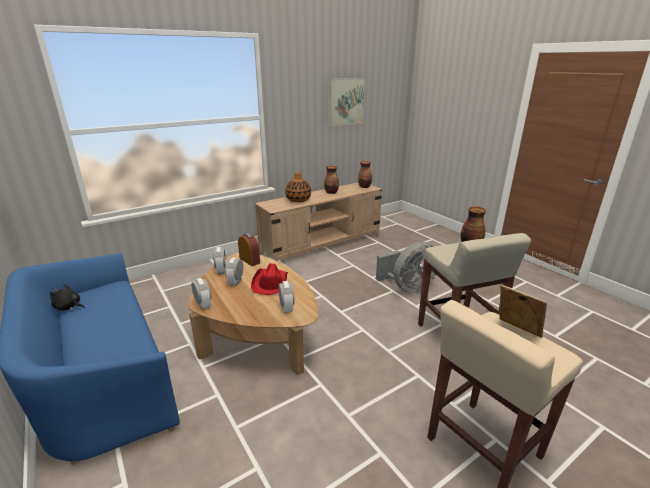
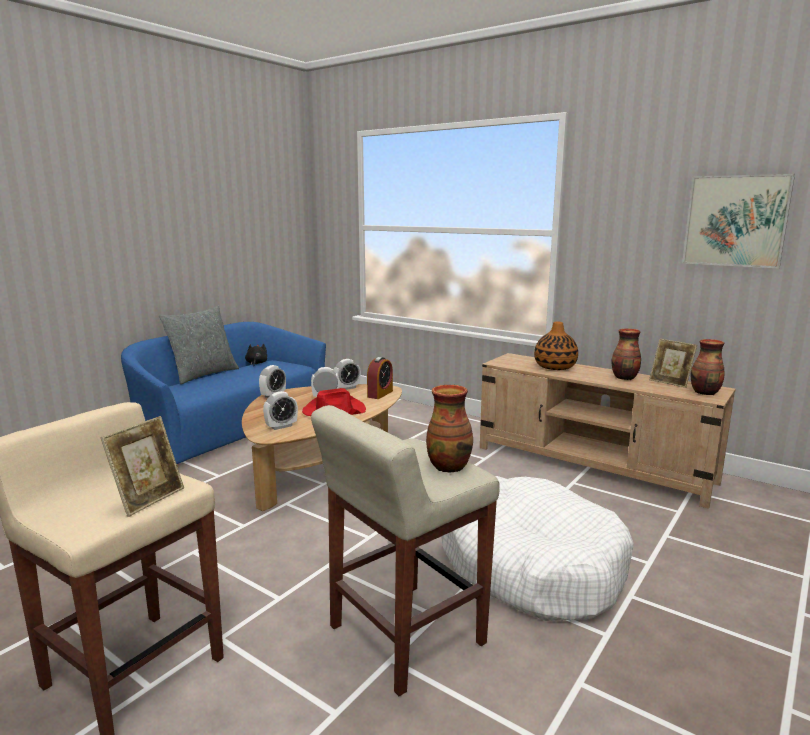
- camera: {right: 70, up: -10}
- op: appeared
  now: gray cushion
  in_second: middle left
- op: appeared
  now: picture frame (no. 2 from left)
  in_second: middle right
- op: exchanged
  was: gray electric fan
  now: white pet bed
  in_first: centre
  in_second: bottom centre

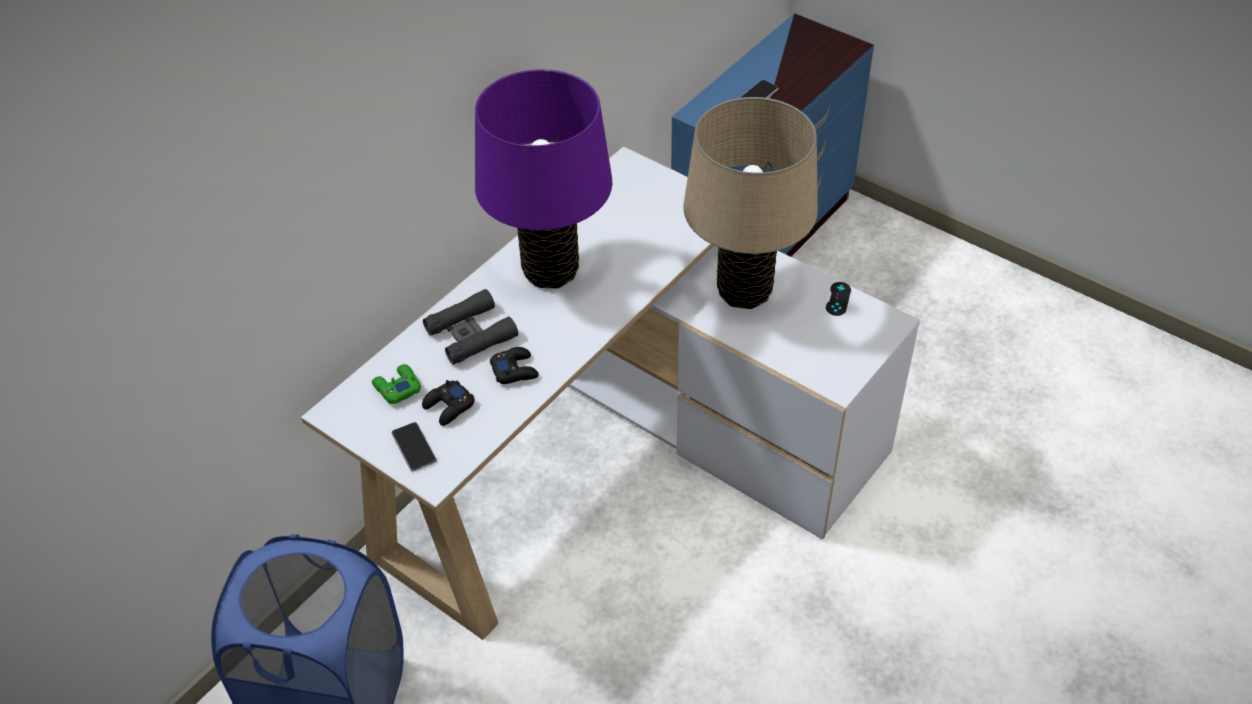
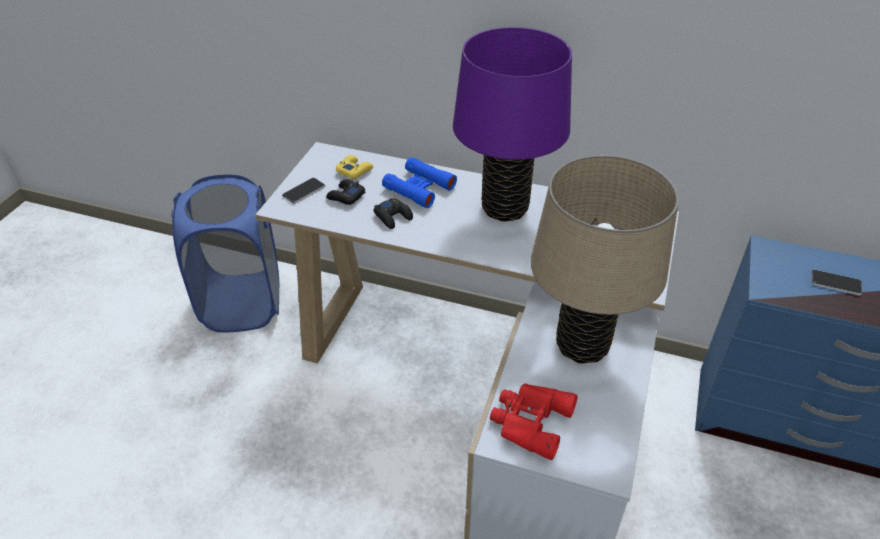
- camera: {right: 70, up: -5}
- op: missing
  was: black-coloured gamepad (no. 3 from left)
  in_first: middle right
- op: appeared
  now: red field glasses
  in_second: bottom centre
- op: colour
  was: greenish gamepad
  now: yellowish gamepad
  in_first: middle left
  in_second: top centre
- op: colour
  was: black-coloured field glasses
  now: blue-coloured field glasses
  in_first: centre
  in_second: centre

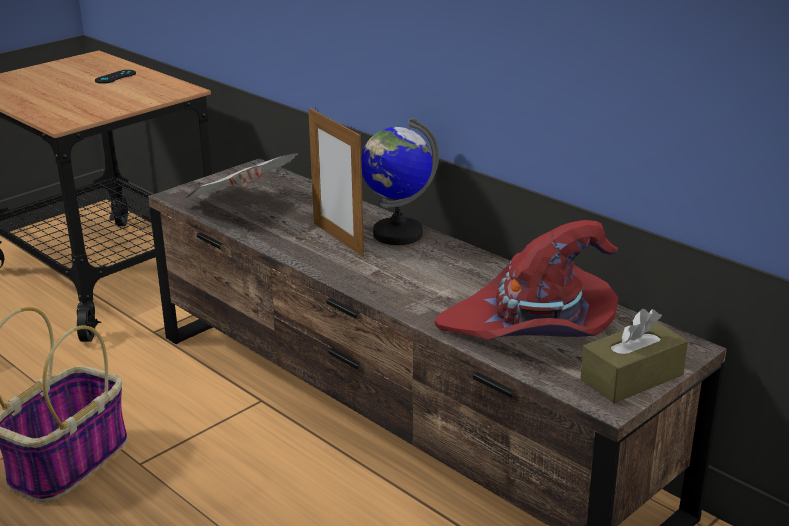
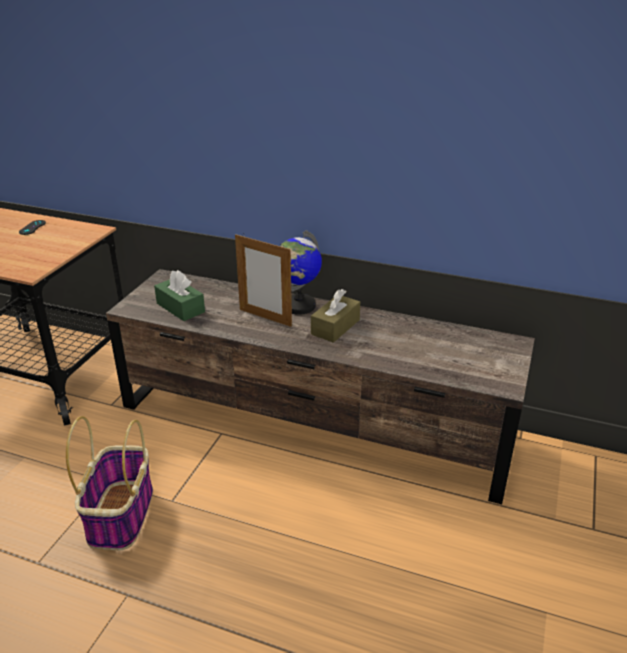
- camera: {right: -25, up: 5}
- op: missing
  was: red hat
  in_first: middle right
- op: relocated
  was: brown-coloured tissue box
  in_first: bottom right
  in_second: centre
- op: exchanged
  was: daily paper
  now: greenish tissue box
  in_first: middle left
  in_second: middle left

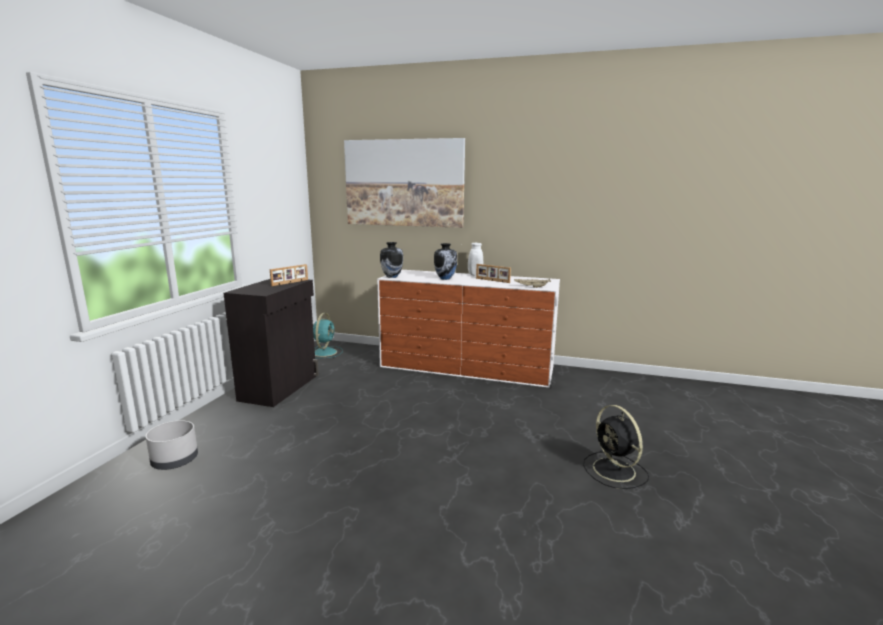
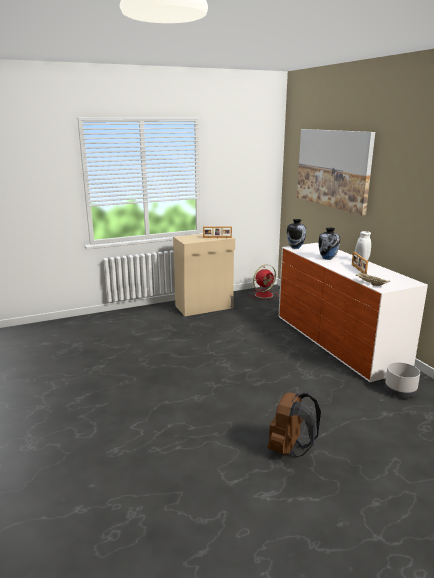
- camera: {right: 50, up: 5}
- op: relocated
  was: gray planter
  in_first: bottom left
  in_second: middle right
- op: exchanged
  was: black-coloured electric fan
  now: brown-coloured knapsack
  in_first: bottom right
  in_second: bottom right
- op: colour
  was: black-coloured storage cabinet
  now: sand-coloured storage cabinet
  in_first: middle left
  in_second: centre
- op: colour
  was: turquoise electric fan
  now: red electric fan
  in_first: centre
  in_second: centre

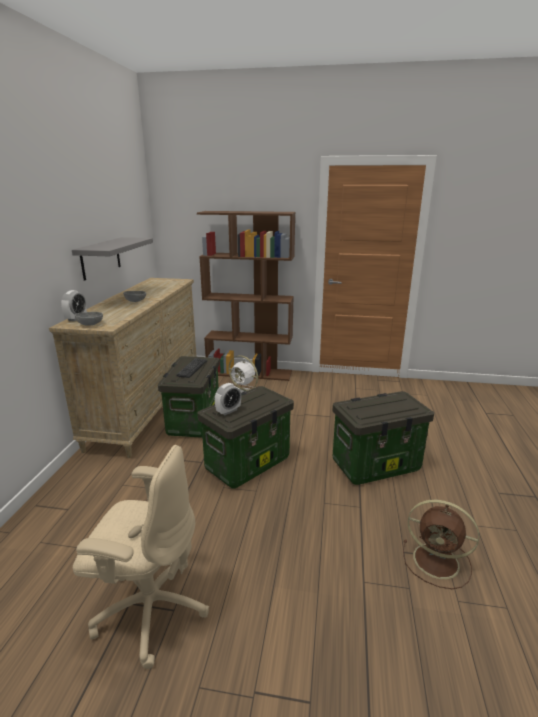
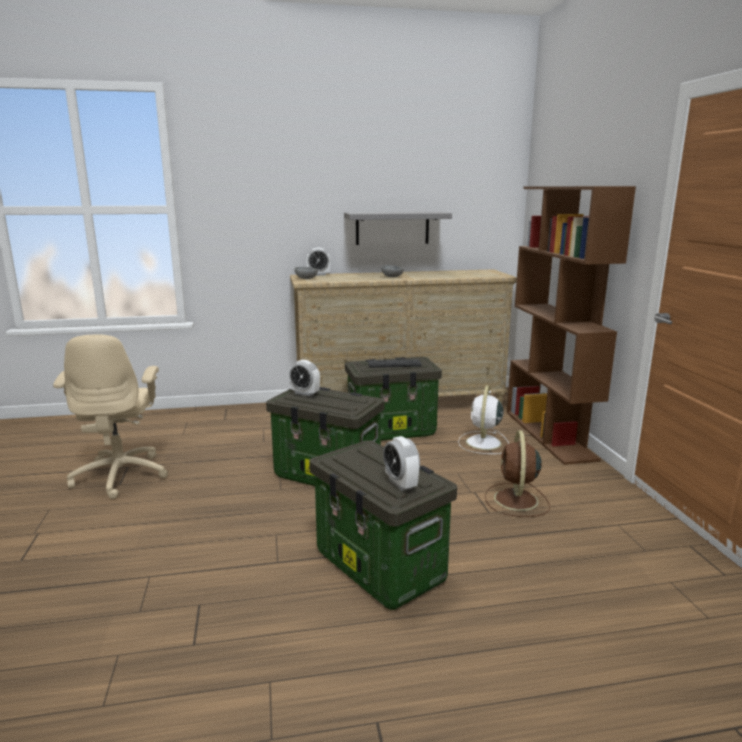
- camera: {right: 70, up: -5}
- op: appeared
  now: bedside clock (no. 3 from left)
  in_second: centre
- op: relocated
  was: brown-coloured electric fan
  in_first: bottom right
  in_second: middle right

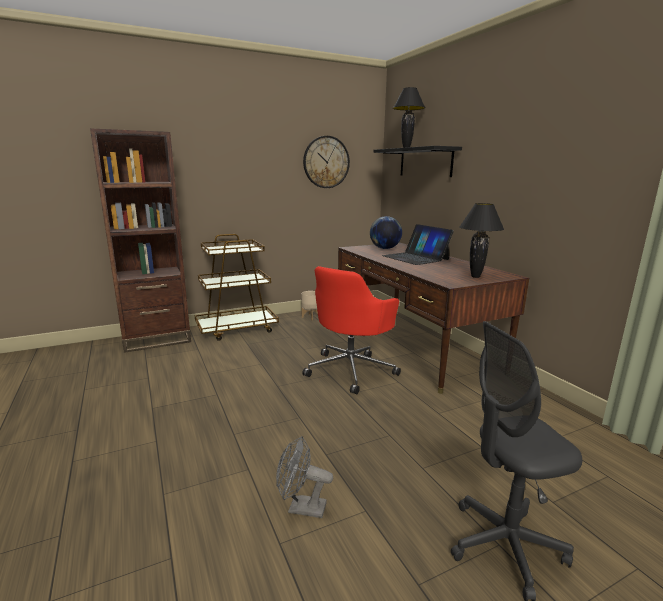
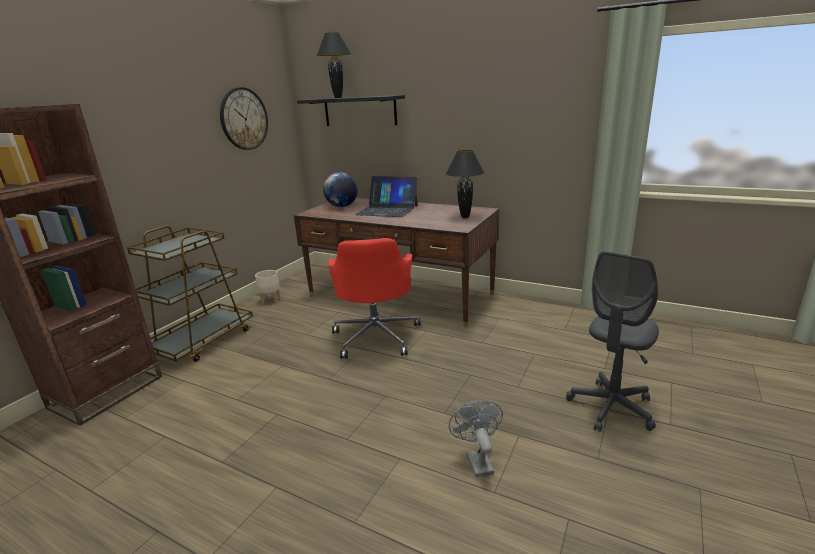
- camera: {right: -35, up: 5}
- op: spun
  was: gray electric fan
  in_first: bottom centre
  in_second: bottom centre
  clockwise: 105

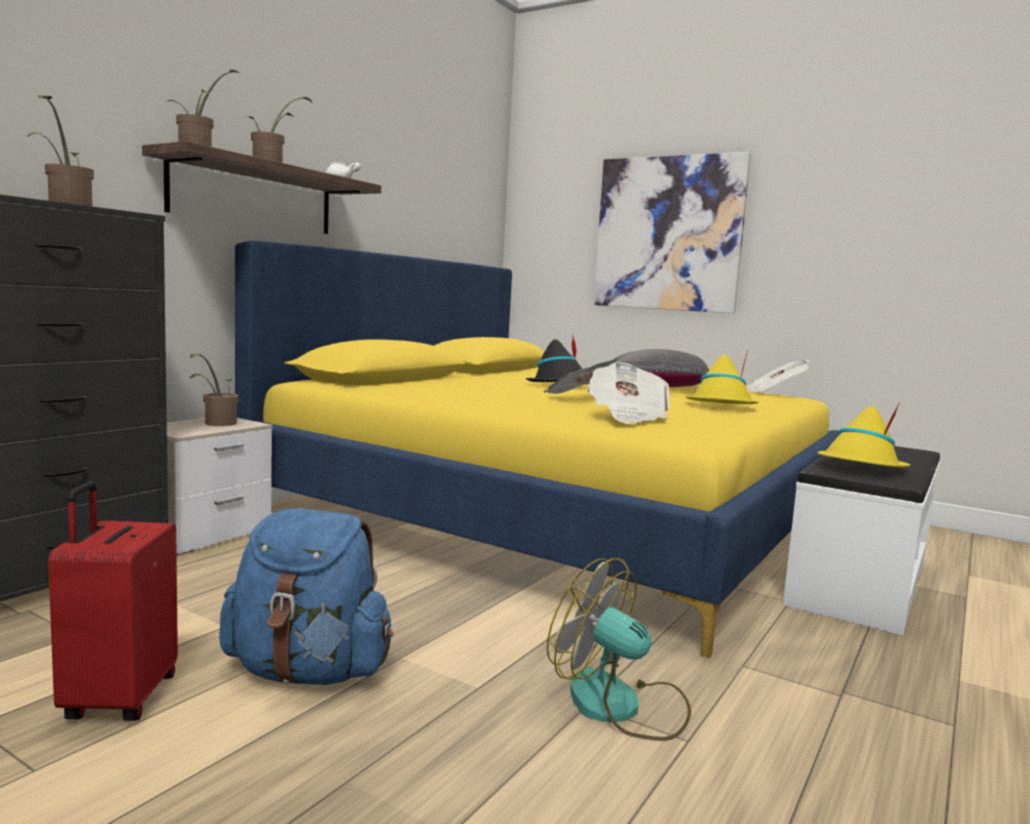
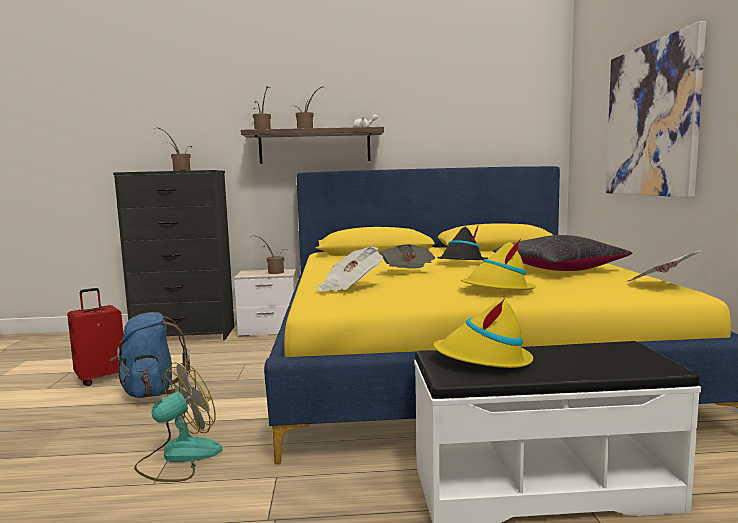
- camera: {right: 55, up: 0}
- op: spun
  was: electric fan
  in_first: bottom centre
  in_second: bottom left
  clockwise: 45

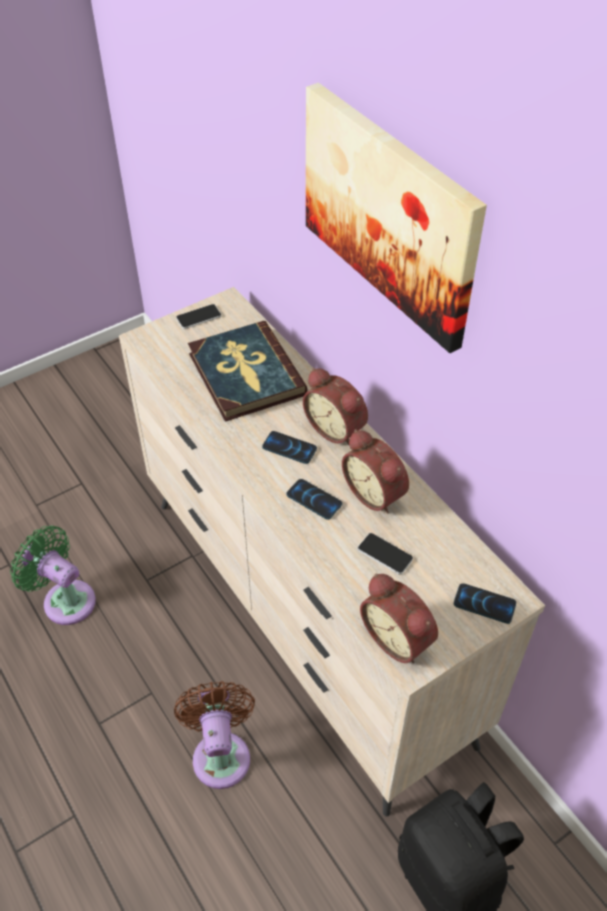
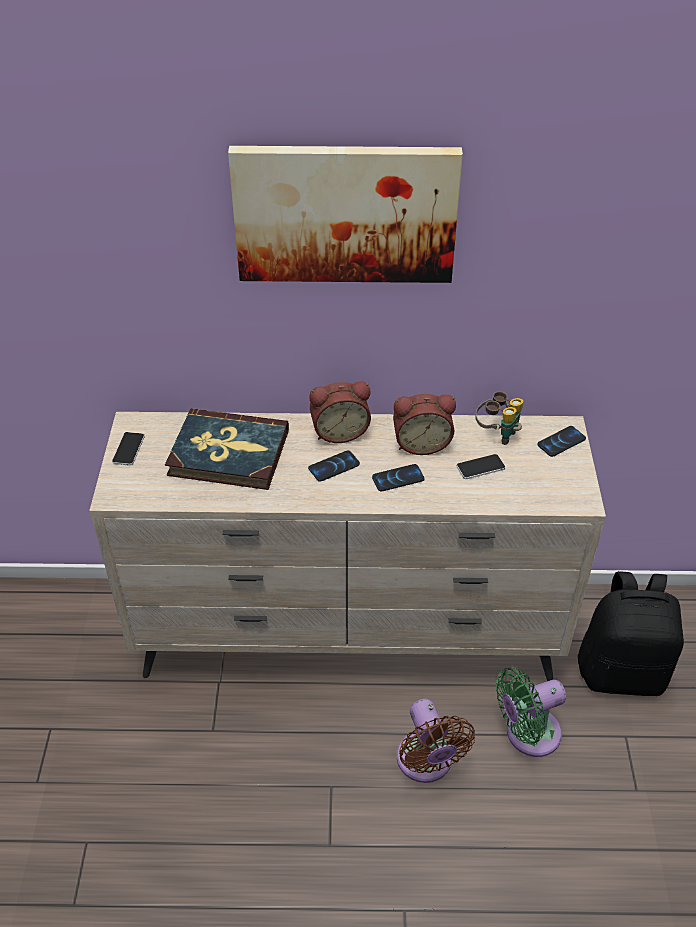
- camera: {right: -55, up: -5}
- op: missing
  was: bedside clock (no. 3 from left)
  in_first: bottom centre
- op: appeared
  now: field glasses
  in_second: middle right
- op: relocated
  was: greenish electric fan
  in_first: middle left
  in_second: bottom right
- op: spun
  was: brown-coloured electric fan
  in_first: bottom centre
  in_second: bottom centre
  clockwise: -135

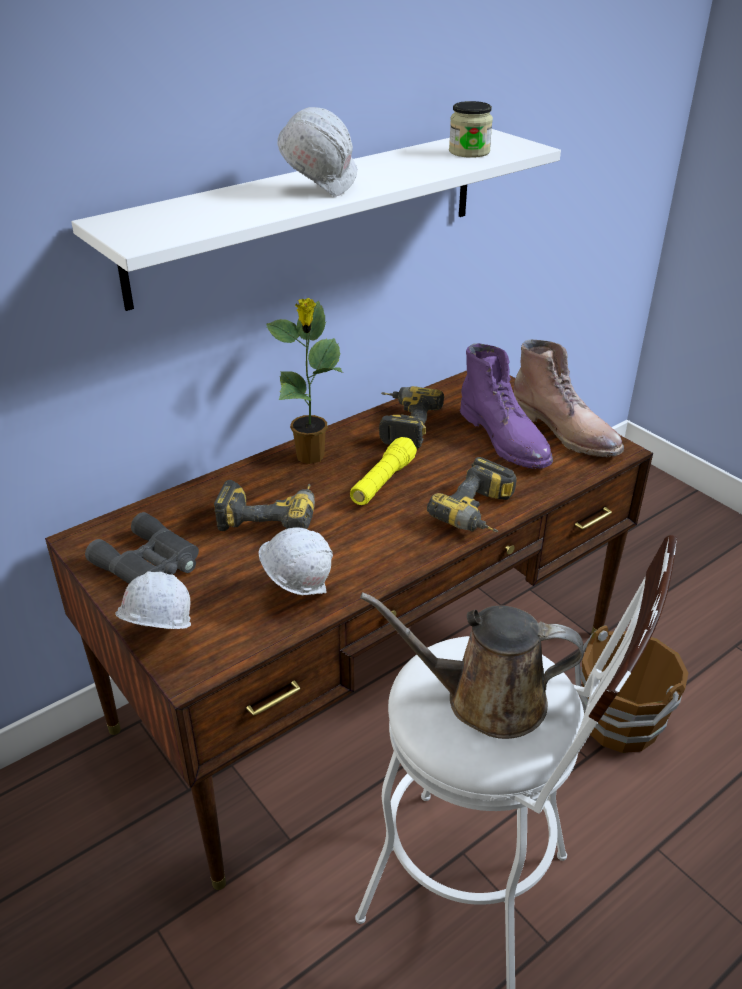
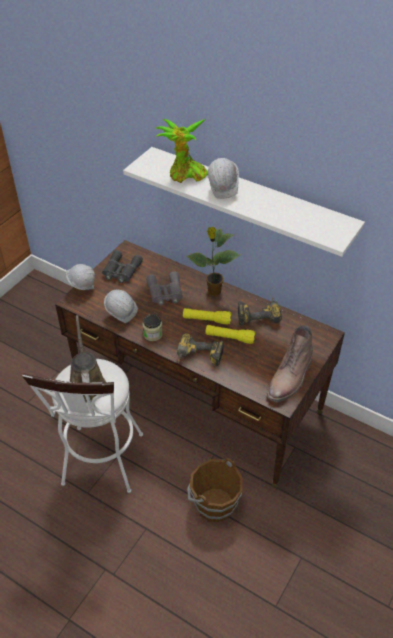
- camera: {right: 70, up: 10}
- op: missing
  was: purple-coloured high-top boot
  in_first: middle right
- op: appeared
  now: plant in a pot (no. 1 from left)
  in_second: top centre
- op: appeared
  now: yellowish hand torch (no. 2 from left)
  in_second: centre
- op: relocated
  was: jar
  in_first: top centre
  in_second: centre
- op: exchanged
  was: power drill (no. 1 from left)
  now: gray field glasses (no. 2 from left)
  in_first: centre
  in_second: centre

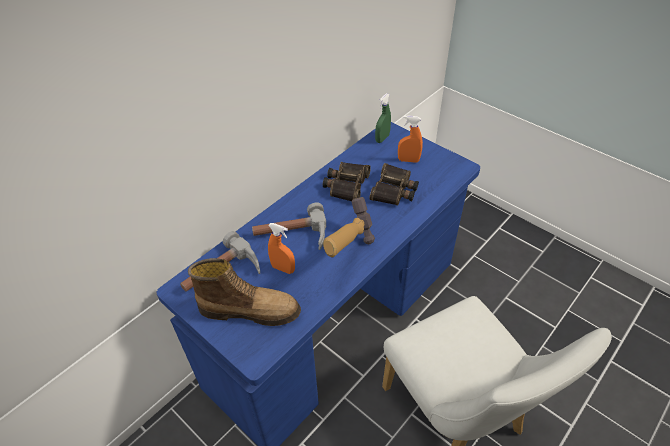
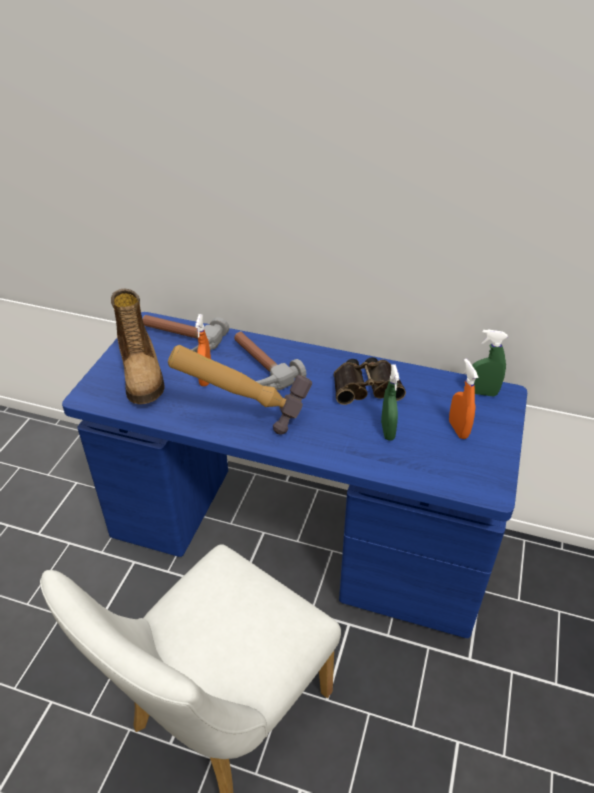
- camera: {right: 65, up: -5}
- op: exchanged
  was: field glasses (no. 2 from left)
  now: greenish hand sprayer (no. 1 from left)
  in_first: centre
  in_second: centre

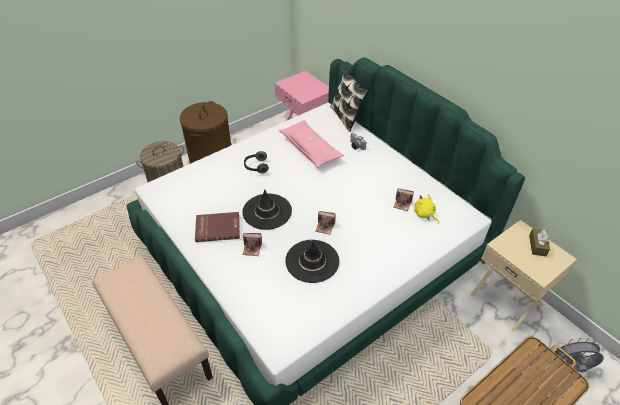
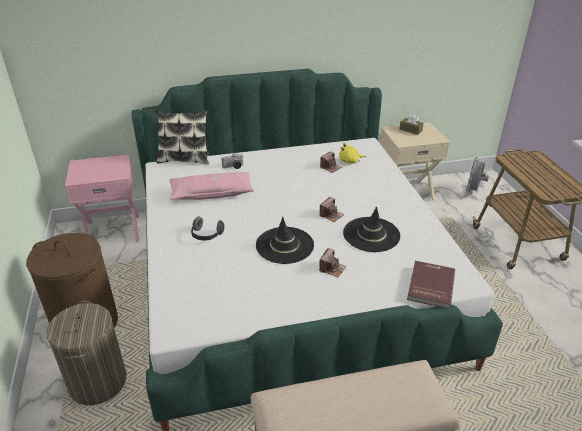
- camera: {right: -65, up: -10}
- op: relocated
  was: red book
  in_first: centre
  in_second: middle right

